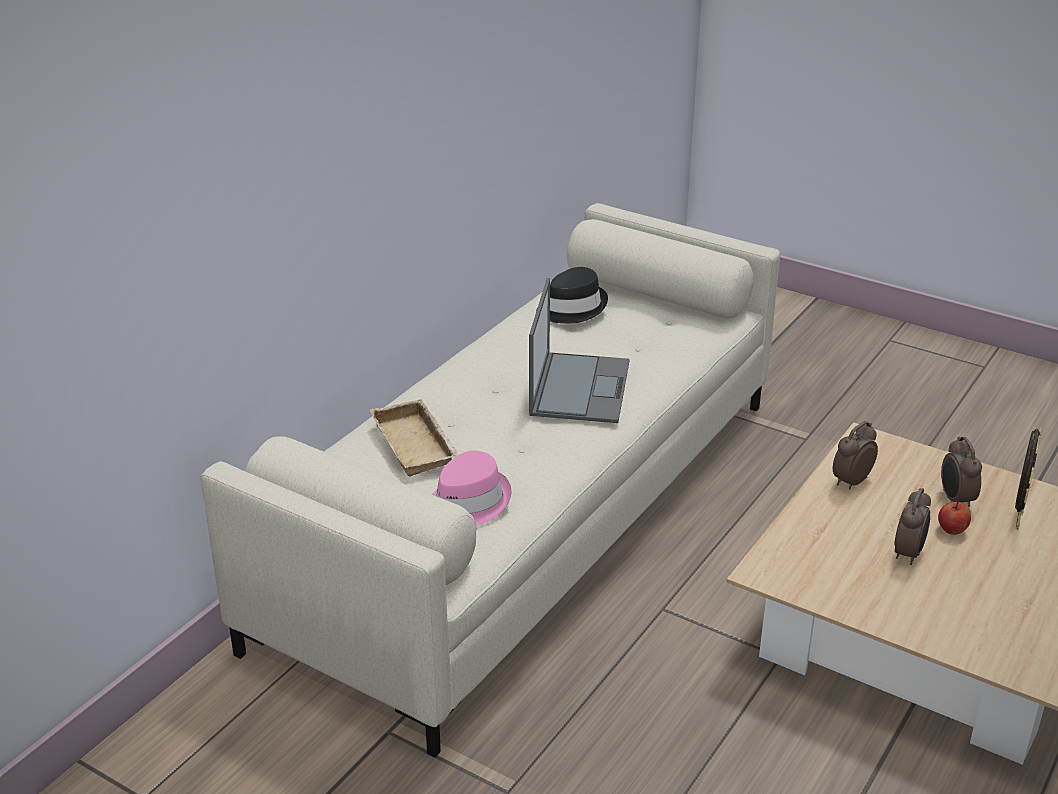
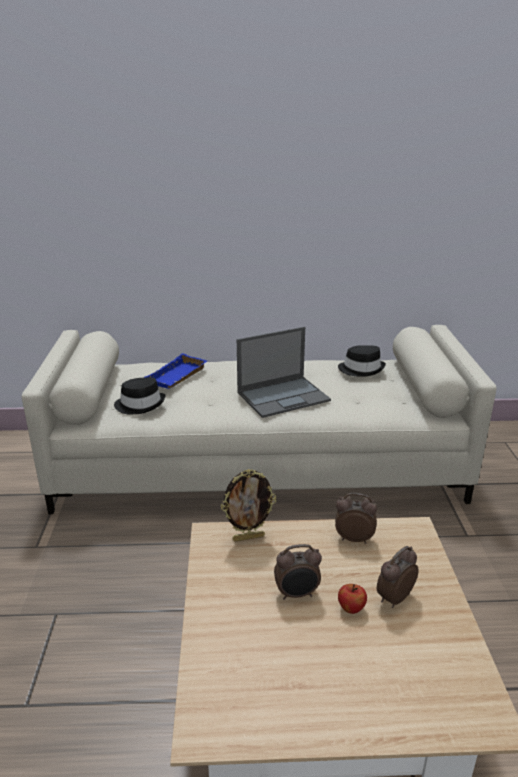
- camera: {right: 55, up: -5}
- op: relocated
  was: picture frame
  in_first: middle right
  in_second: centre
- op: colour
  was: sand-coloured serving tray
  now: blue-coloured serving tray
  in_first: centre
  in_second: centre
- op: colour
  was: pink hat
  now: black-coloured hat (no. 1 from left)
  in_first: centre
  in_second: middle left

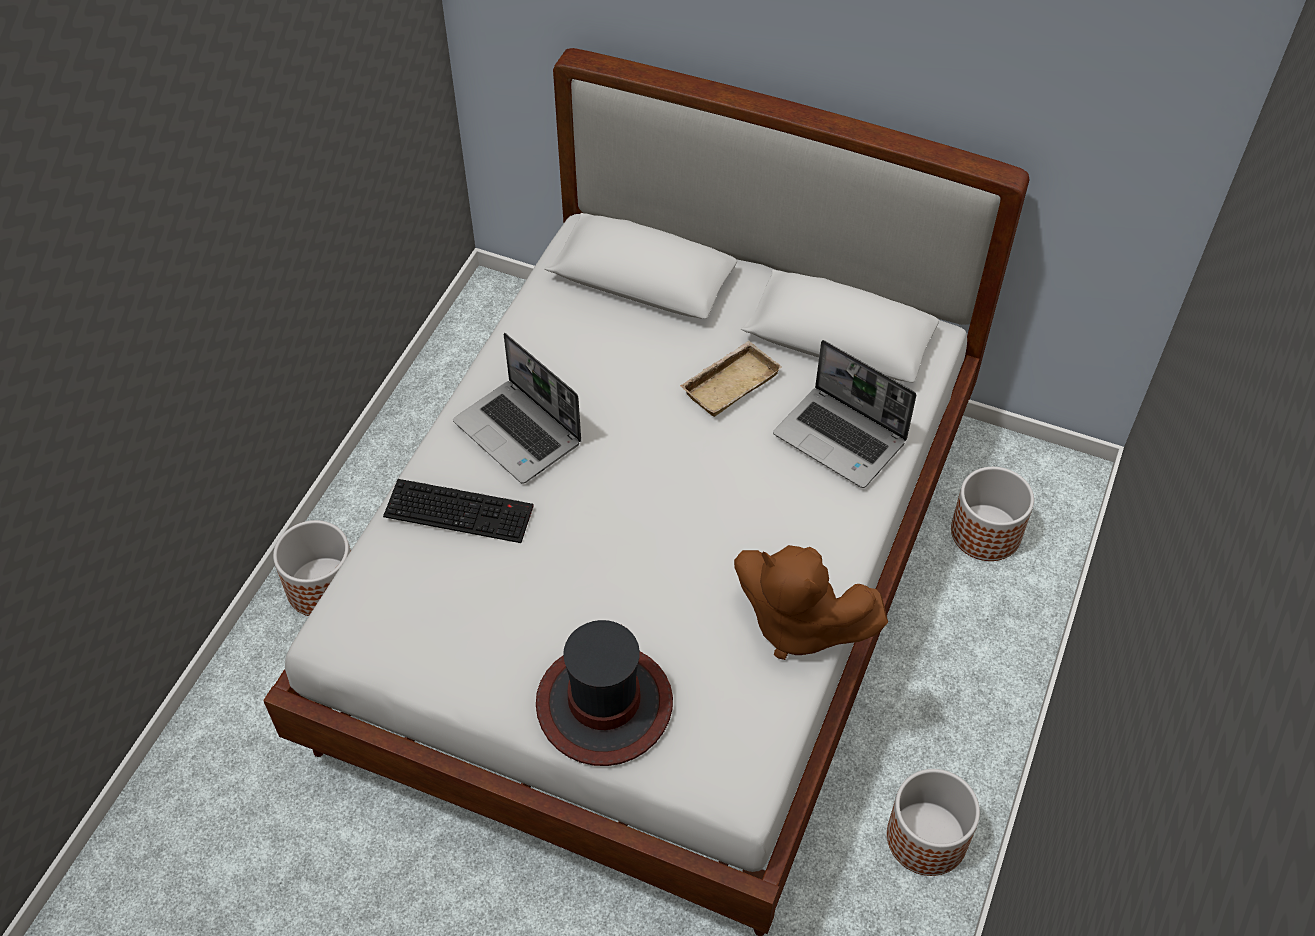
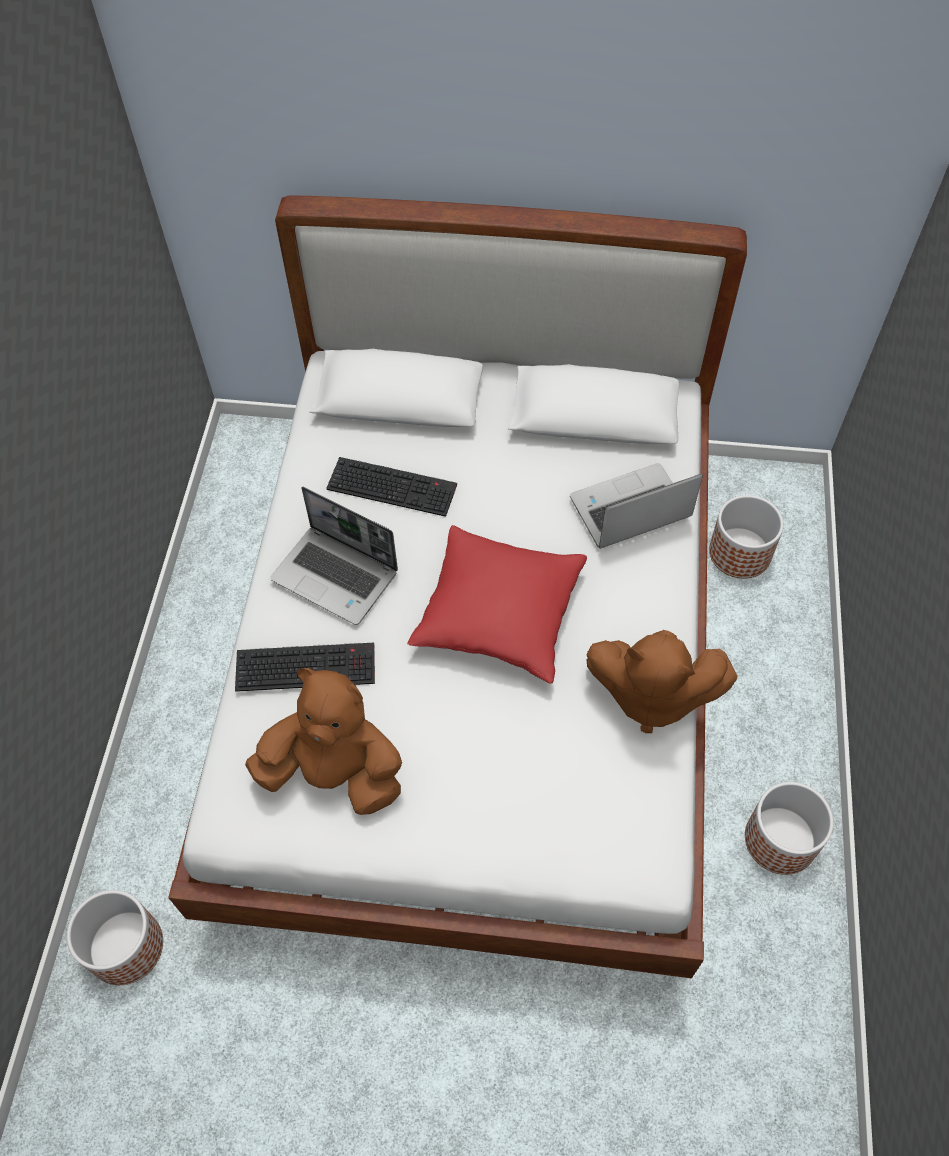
- camera: {right: -15, up: 5}
- op: missing
  was: hat
  in_first: bottom centre
- op: missing
  was: sand-coloured serving tray
  in_first: centre
- op: appeared
  now: brown-coloured cuddly toy (no. 1 from left)
  in_second: centre
- op: appeared
  now: PC keyboard (no. 2 from left)
  in_second: centre
- op: appeared
  now: red cushion
  in_second: centre
- op: relocated
  was: planter (no. 1 from left)
  in_first: middle left
  in_second: bottom left
- op: spun
  was: notebook computer (no. 2 from left)
  in_first: centre
  in_second: middle right
  clockwise: 135

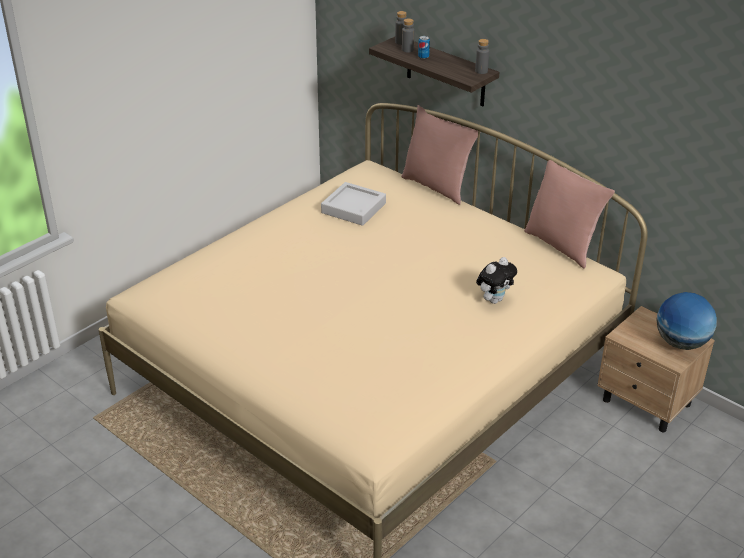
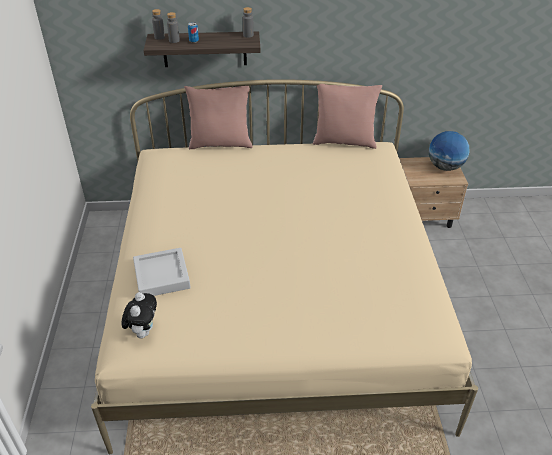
- camera: {right: -45, up: 5}
- op: relocated
  was: gray serving tray
  in_first: centre
  in_second: middle left
- op: relocated
  was: cuddly toy
  in_first: middle right
  in_second: bottom left

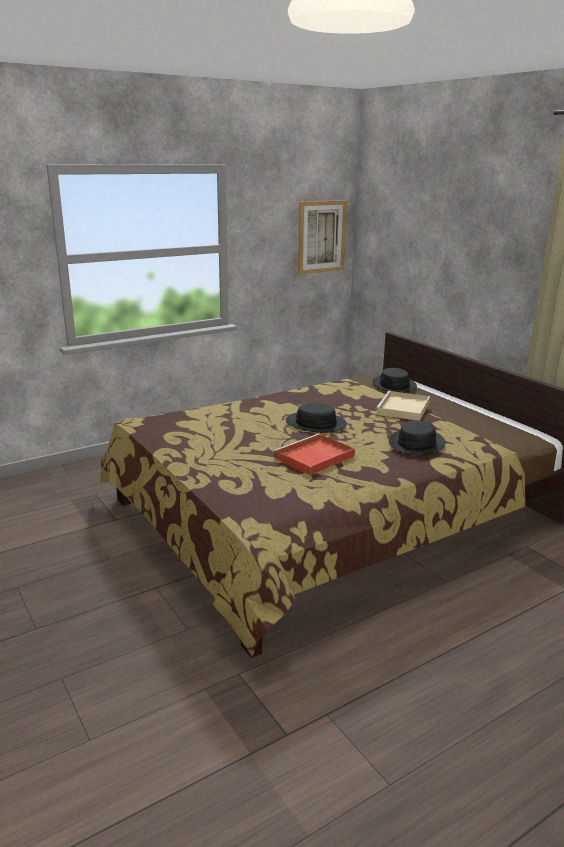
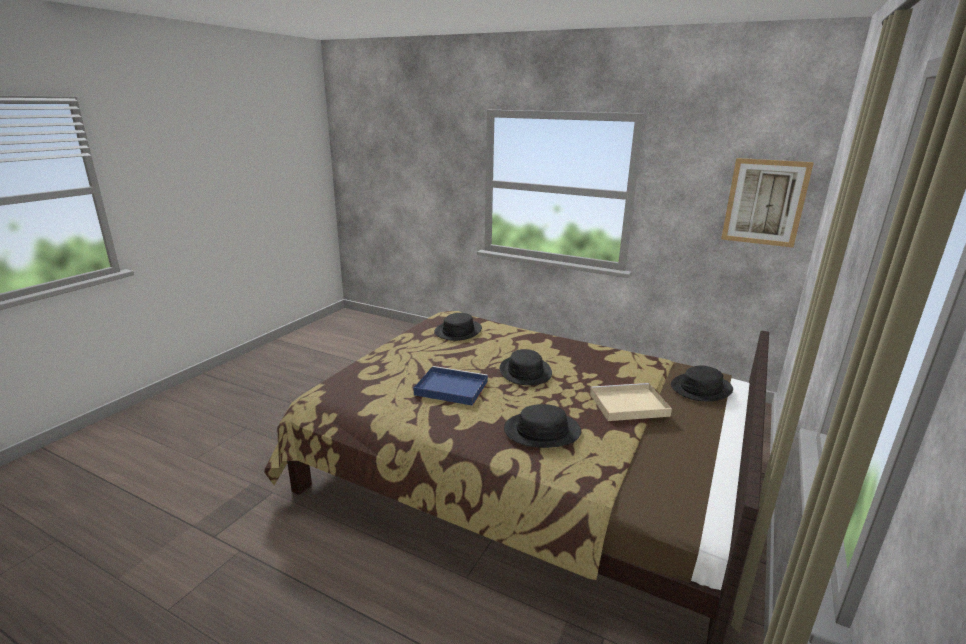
- camera: {right: 60, up: 0}
- op: appeared
  now: black-coloured hat (no. 1 from left)
  in_second: centre
- op: colour
  was: red serving tray
  now: blue-coloured serving tray
  in_first: centre
  in_second: centre

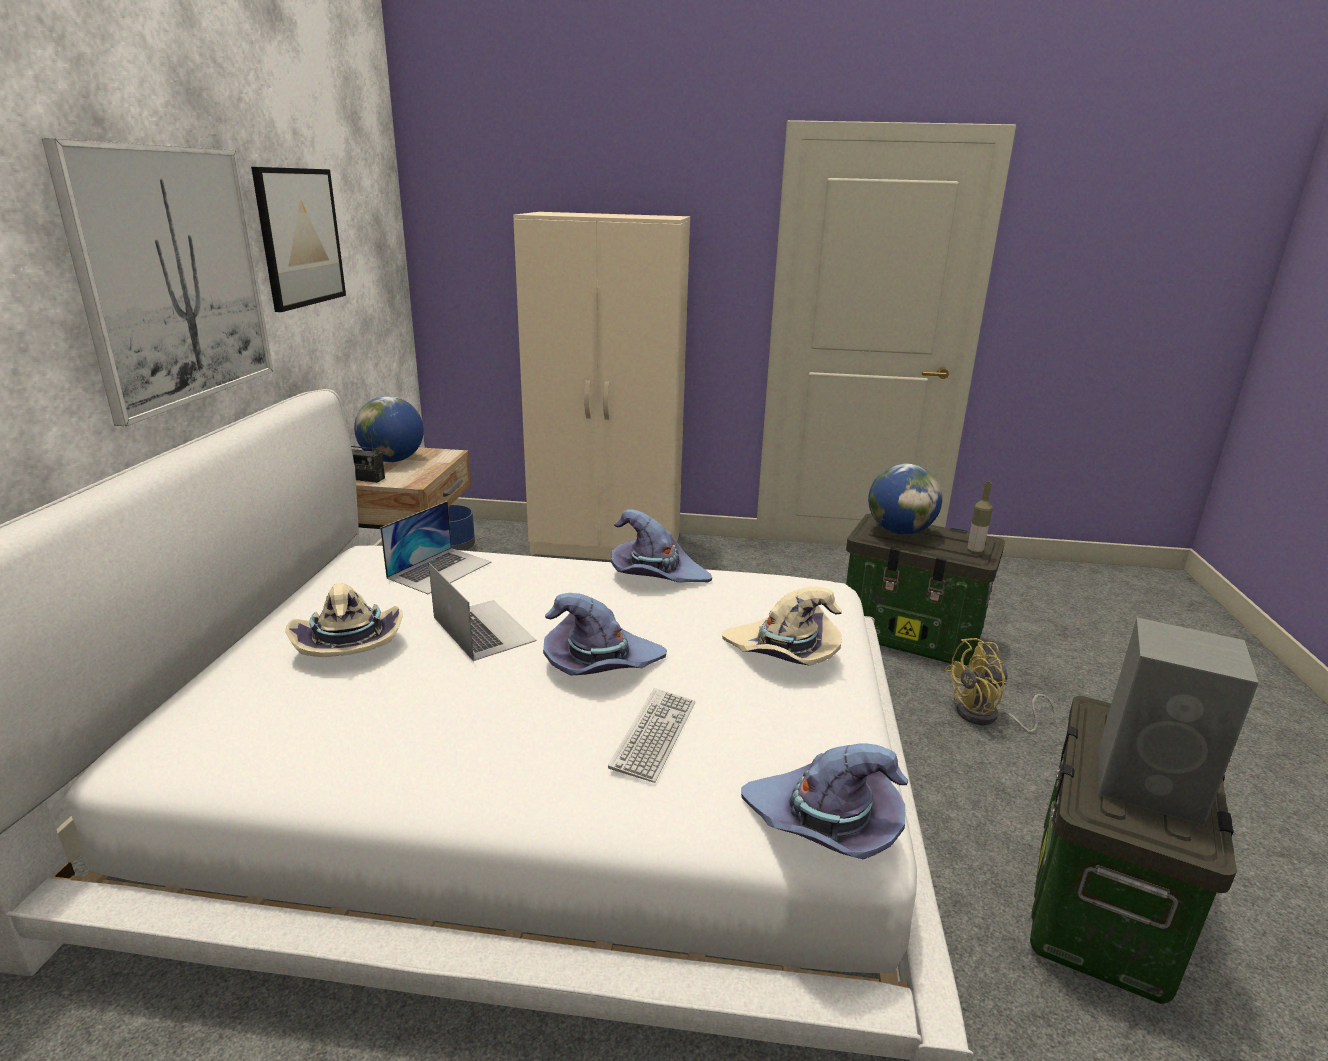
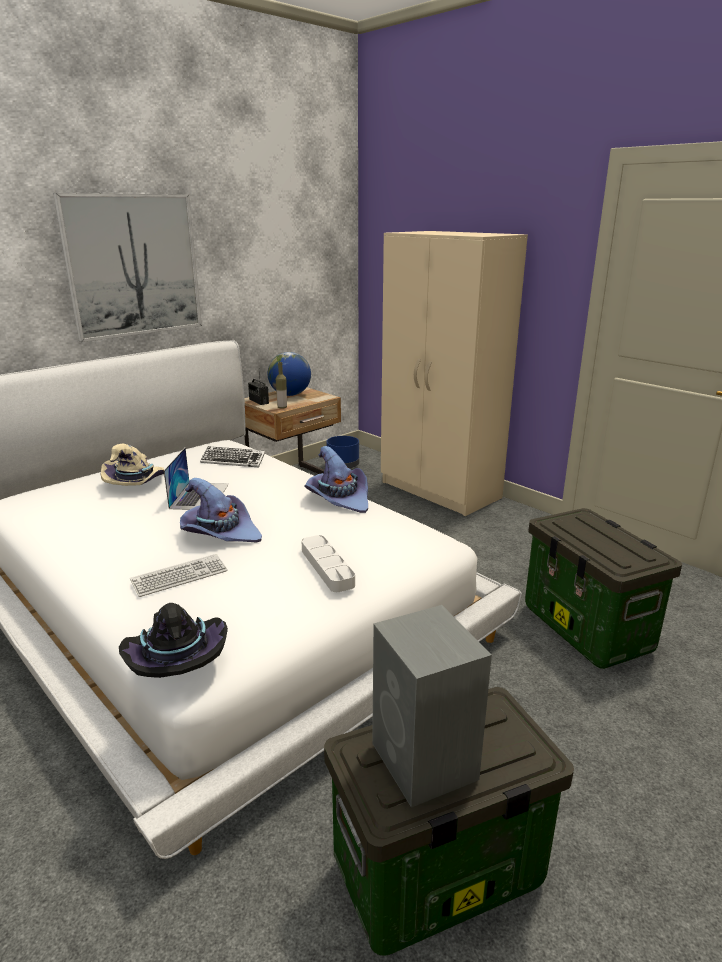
- camera: {right: 40, up: 0}
- op: missing
  was: picture (no. 2 from left)
  in_first: top left
- op: missing
  was: desk globe (no. 2 from left)
  in_first: middle right
- op: missing
  was: yellowish electric fan
  in_first: middle right
- op: relocated
  was: drink bottle
  in_first: middle right
  in_second: centre
- op: exchanged
  was: notebook computer (no. 1 from left)
  now: PC keyboard (no. 2 from left)
  in_first: middle left
  in_second: middle left
- op: exchanged
  was: sand-coloured hat (no. 2 from left)
  now: gray serving tray
  in_first: centre
  in_second: centre
- op: colour
  was: purple-coloured hat (no. 3 from left)
  now: black-coloured hat
  in_first: bottom centre
  in_second: middle left

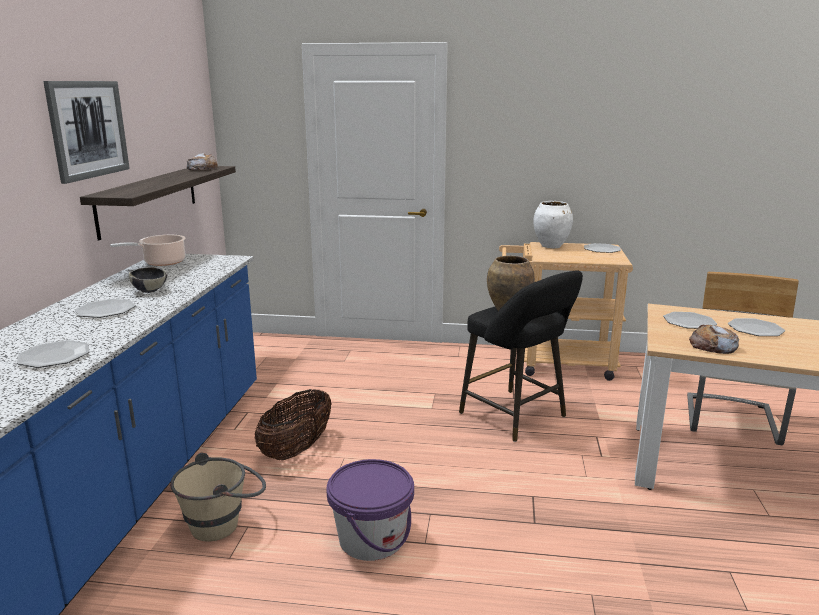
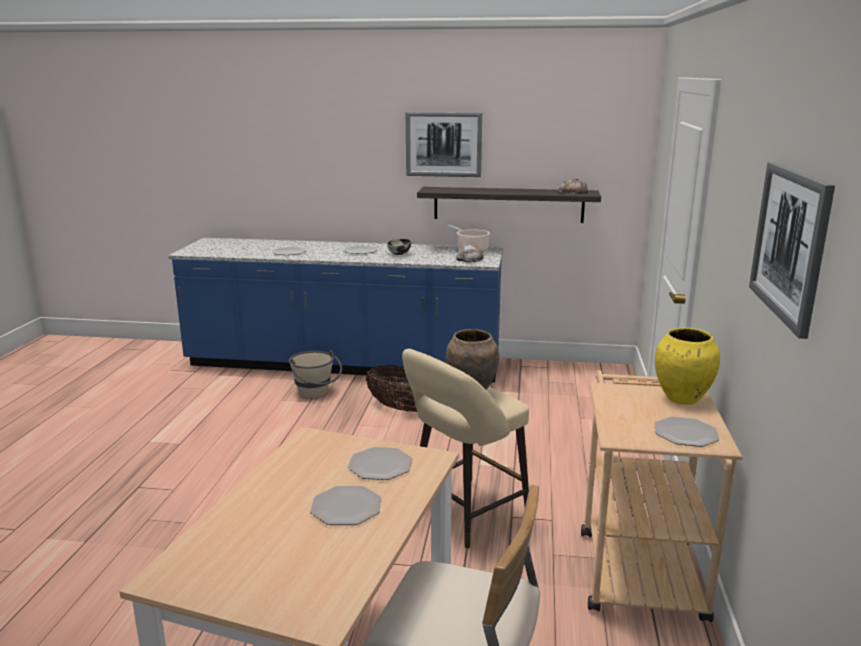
- camera: {right: 90, up: 0}
- op: missing
  was: purple-coloured bucket
  in_first: bottom centre
- op: appeared
  now: picture (no. 2 from left)
  in_second: middle right
- op: relocated
  was: bread (no. 2 from left in the first image)
  now: bread (no. 1 from left)
  in_first: middle right
  in_second: centre
- op: colour
  was: black-coloured stool
  now: sand-coloured stool
  in_first: centre
  in_second: bottom centre
- op: colour
  was: white flower vase
  now: yellowish flower vase
  in_first: middle right
  in_second: middle right

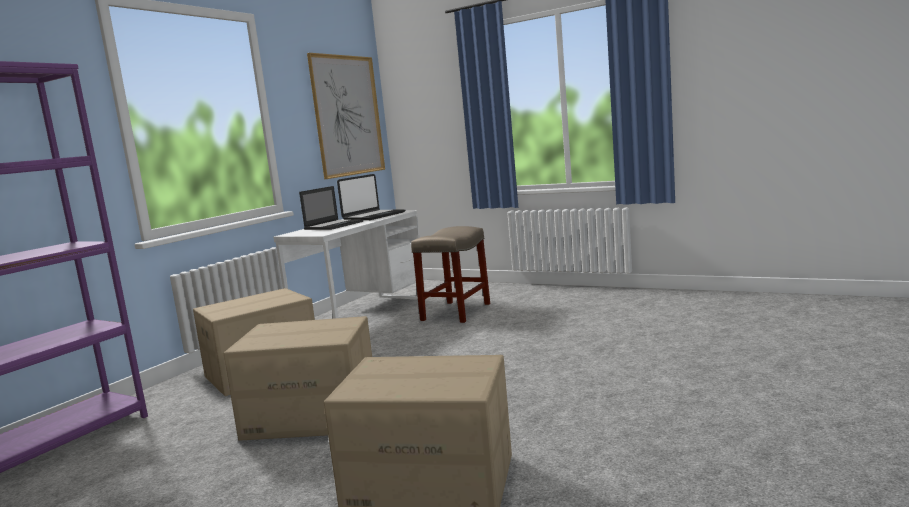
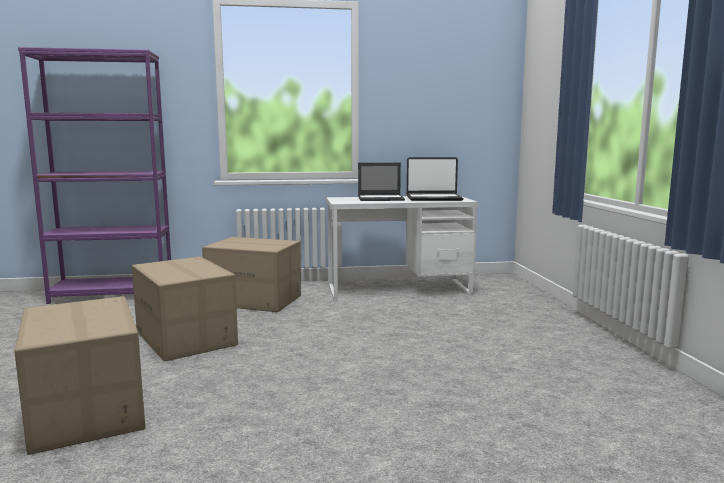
- camera: {right: 50, up: 0}
- op: missing
  was: picture
  in_first: top centre
- op: missing
  was: sand-coloured stool
  in_first: centre

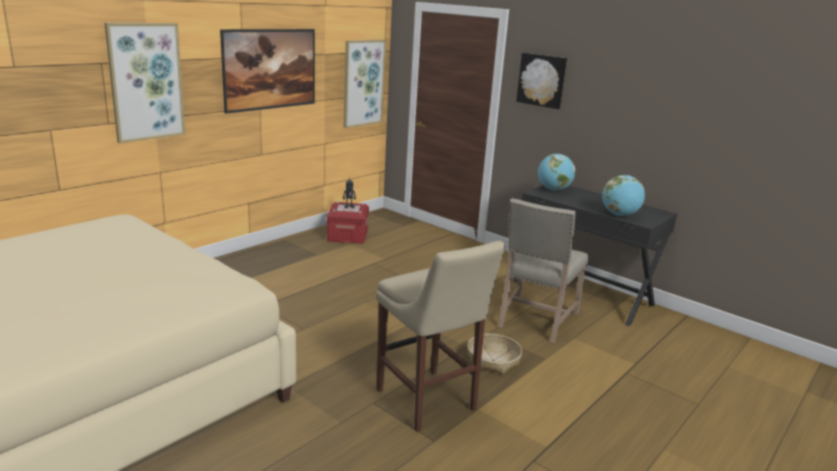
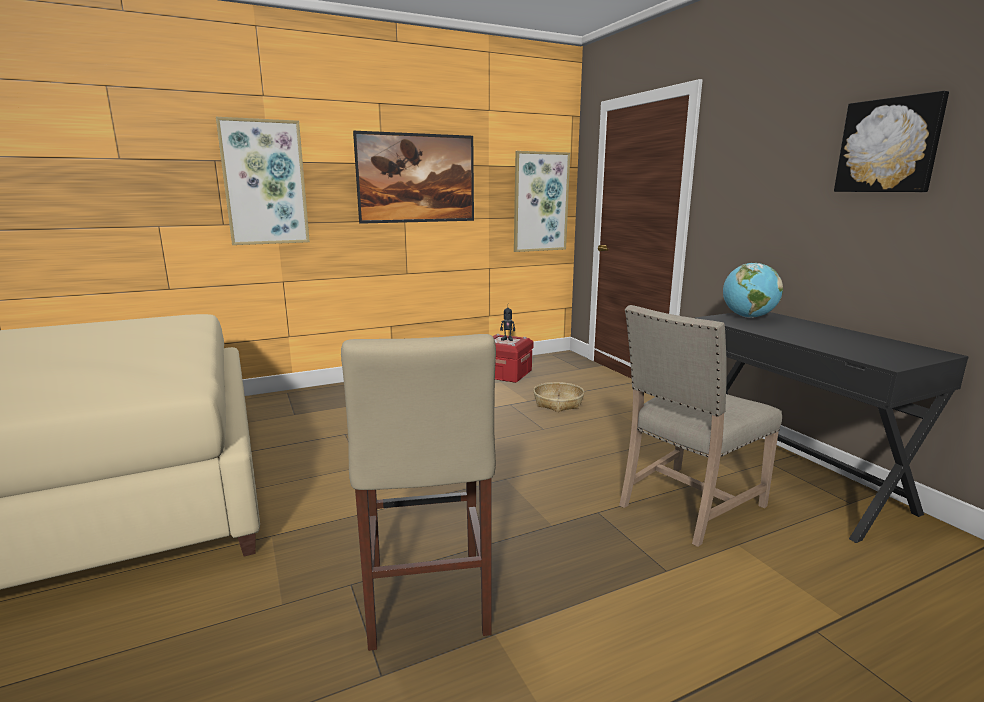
- camera: {right: 25, up: -5}
- op: missing
  was: desk globe (no. 2 from left)
  in_first: middle right
- op: relocated
  was: basket
  in_first: bottom centre
  in_second: centre
- op: relocated
  was: picture (no. 4 from left)
  in_first: top centre
  in_second: top right

